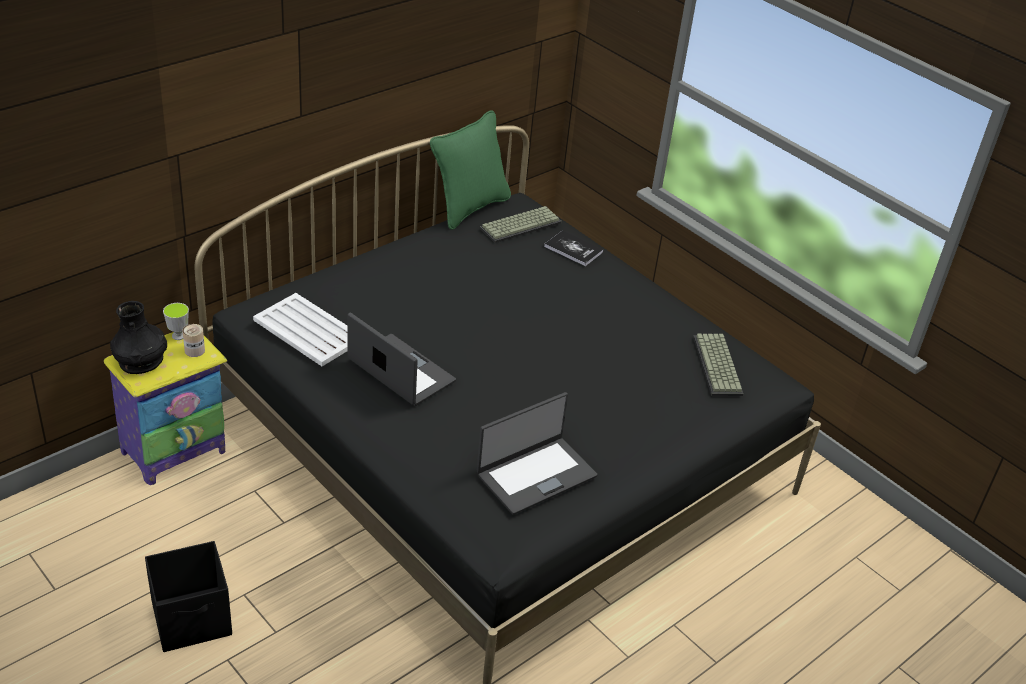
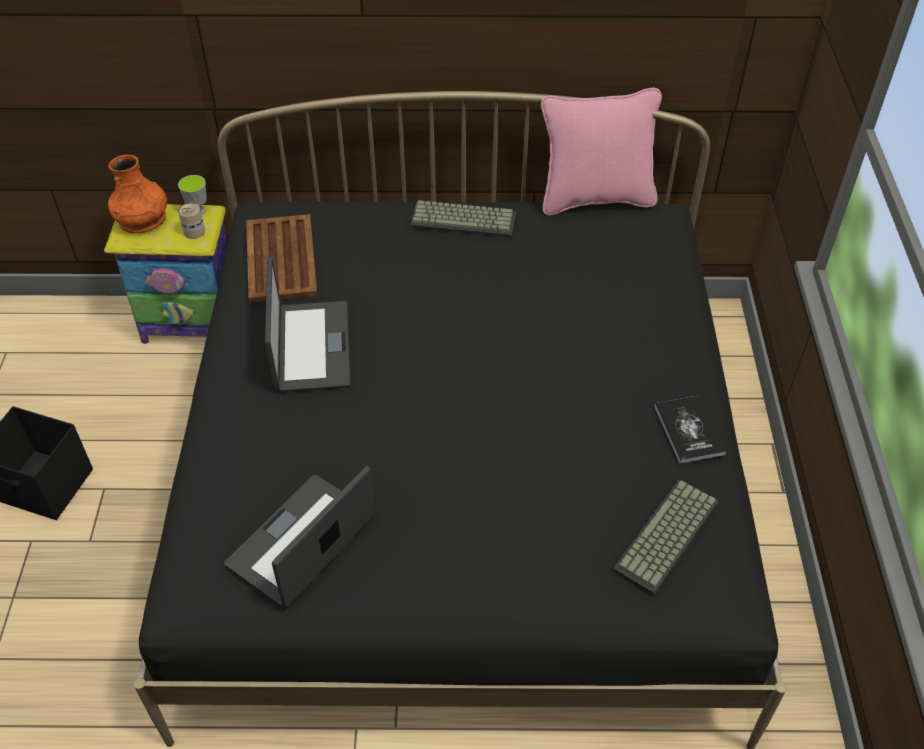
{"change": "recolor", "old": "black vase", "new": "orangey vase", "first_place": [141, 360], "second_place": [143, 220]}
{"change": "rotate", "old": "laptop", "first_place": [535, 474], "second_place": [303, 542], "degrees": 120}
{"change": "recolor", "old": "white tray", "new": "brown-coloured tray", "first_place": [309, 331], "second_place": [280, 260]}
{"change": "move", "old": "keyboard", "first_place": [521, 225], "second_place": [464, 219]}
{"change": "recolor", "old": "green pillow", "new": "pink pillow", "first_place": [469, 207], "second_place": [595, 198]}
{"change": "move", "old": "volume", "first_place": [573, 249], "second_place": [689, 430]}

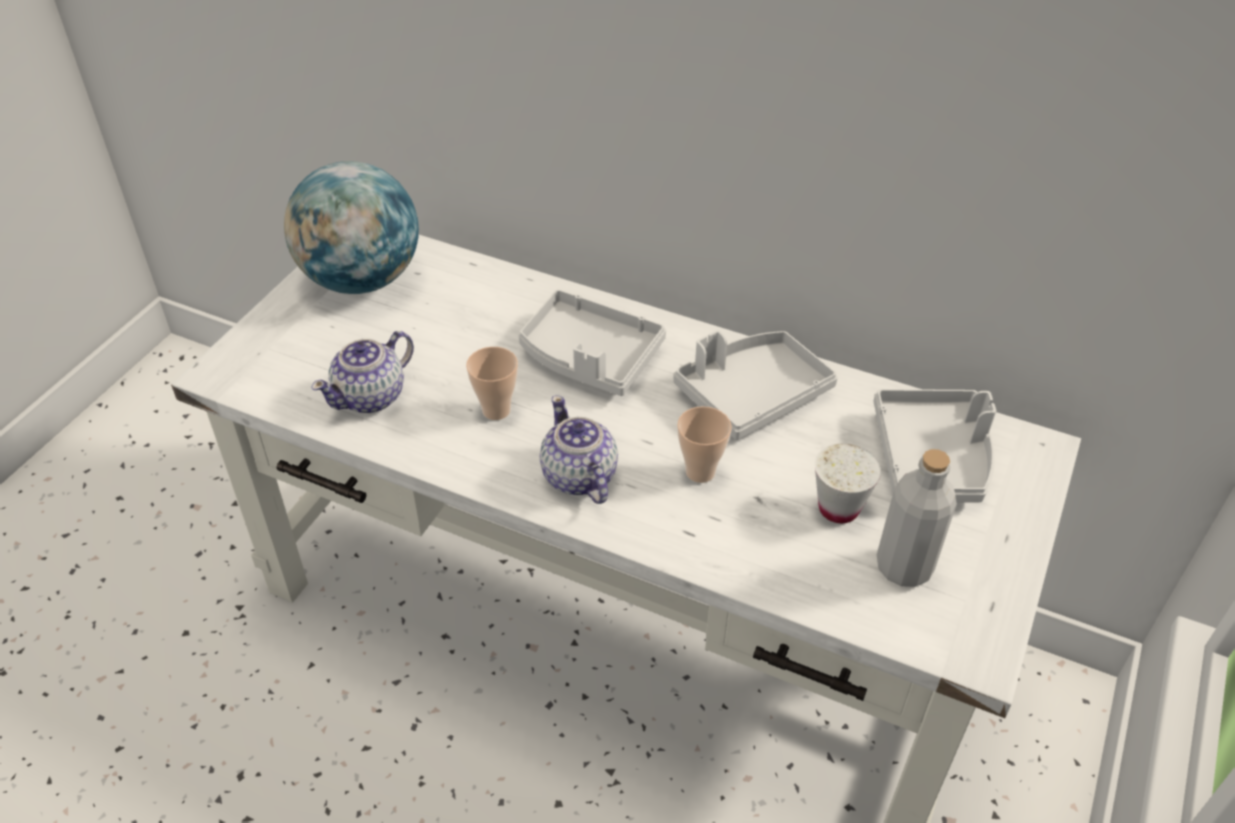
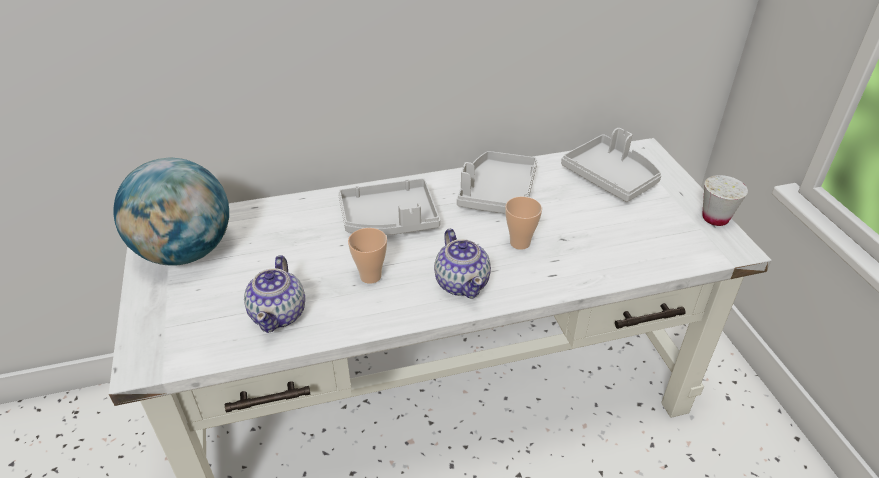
{"change": "rotate", "old": "teapot", "first_place": [578, 477], "second_place": [462, 283], "degrees": -135}
{"change": "move", "old": "white drinking cup", "first_place": [838, 508], "second_place": [715, 218]}
{"change": "delete", "old": "greyish drink bottle", "first_place": [904, 567]}

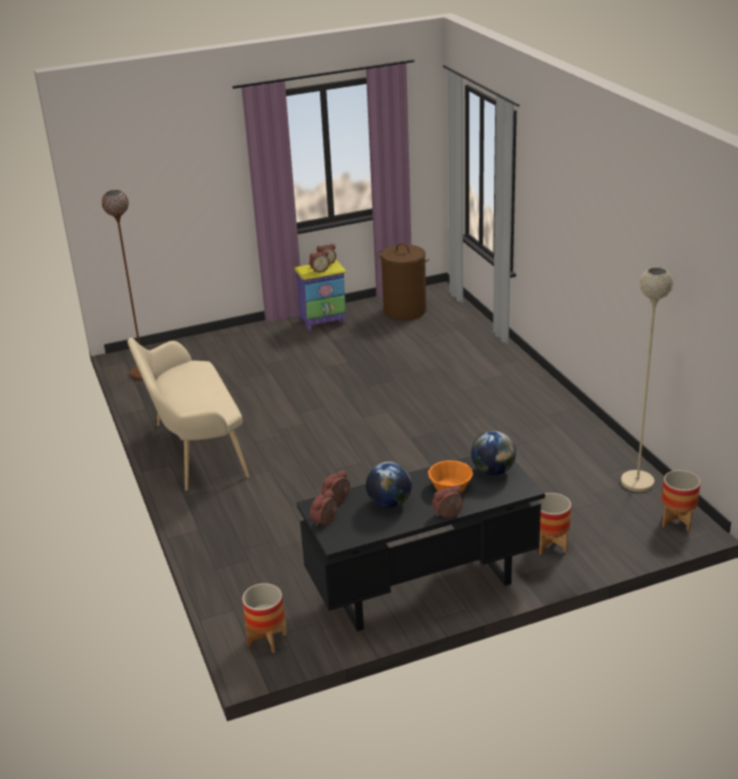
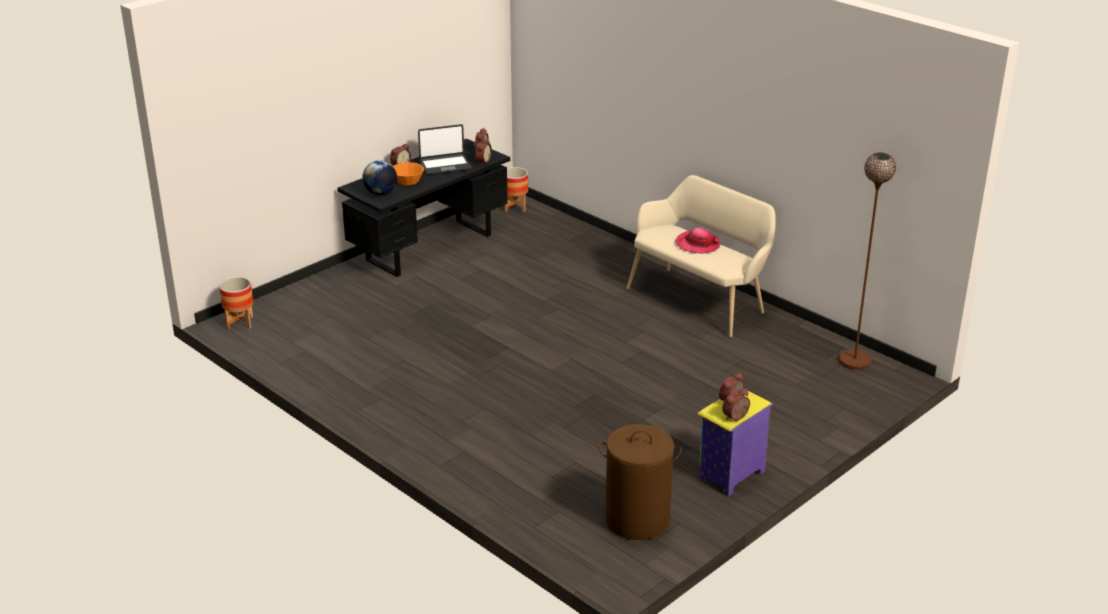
{"change": "replace", "old": "world globe", "new": "laptop", "first_place": [389, 503], "second_place": [445, 165]}
{"change": "insert", "new": "clothing hat", "second_place": [697, 244]}
{"change": "delete", "old": "flower pot", "first_place": [550, 545]}
{"change": "delete", "old": "sand-coloured standing lamp", "first_place": [637, 482]}

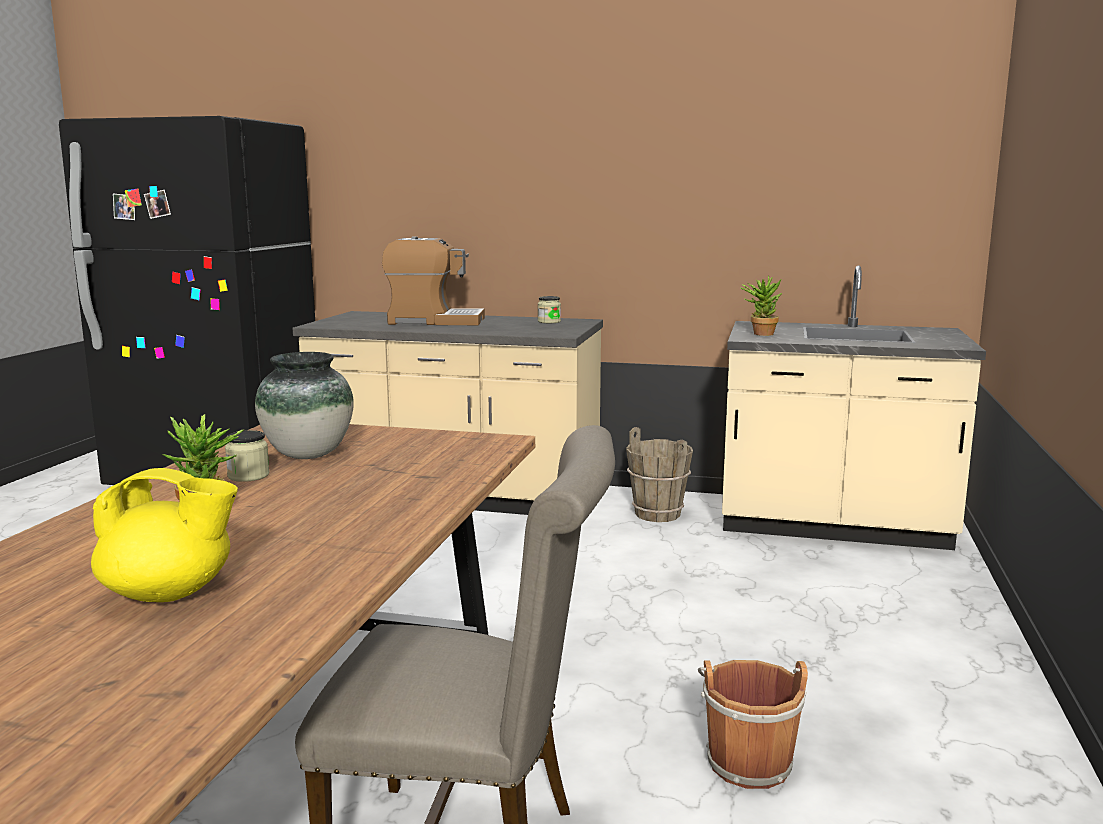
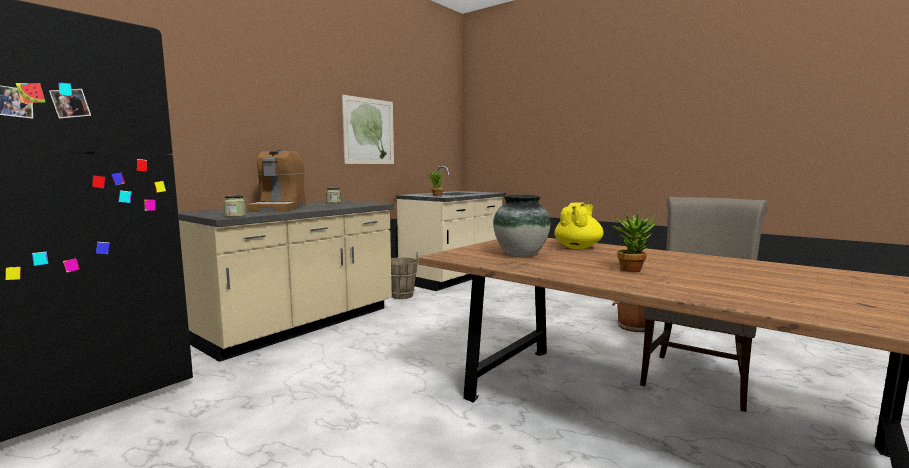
{"change": "move", "old": "storage jar", "first_place": [248, 476], "second_place": [235, 216]}
{"change": "rotate", "old": "coffee maker", "first_place": [434, 321], "second_place": [279, 208], "degrees": 150}
{"change": "insert", "new": "wall picture", "second_place": [369, 131]}
{"change": "move", "old": "yellowish teapot", "first_place": [169, 593], "second_place": [578, 247]}

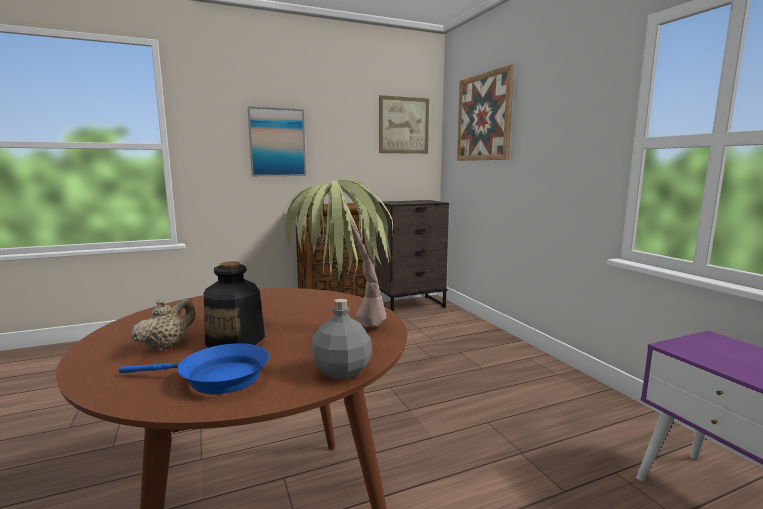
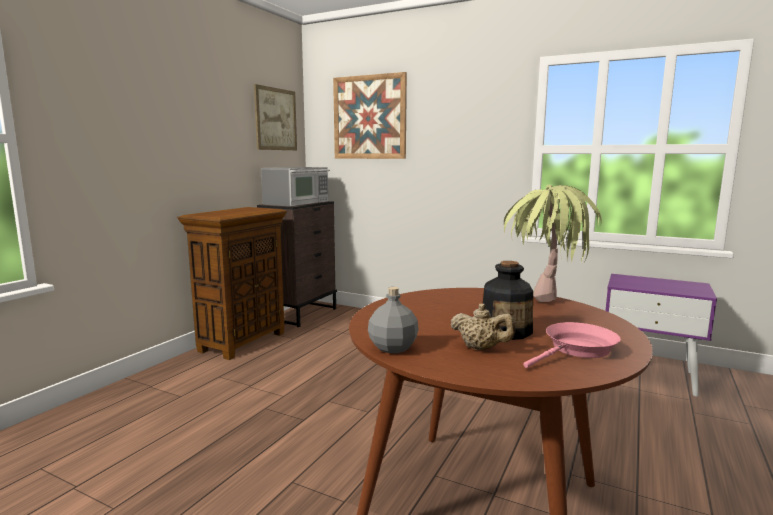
{"change": "insert", "new": "microwave oven", "second_place": [297, 203]}
{"change": "move", "old": "greyish drink bottle", "first_place": [341, 372], "second_place": [392, 348]}
{"change": "rotate", "old": "sand-coloured teapot", "first_place": [167, 346], "second_place": [481, 348], "degrees": 135}
{"change": "recolor", "old": "blue frying pan", "new": "pink frying pan", "first_place": [216, 378], "second_place": [577, 350]}
{"change": "delete", "old": "wall picture", "first_place": [277, 142]}

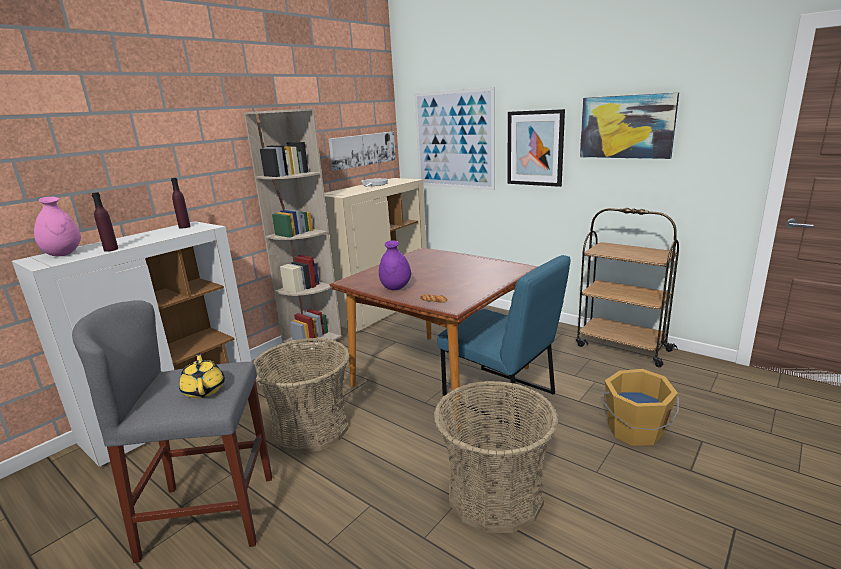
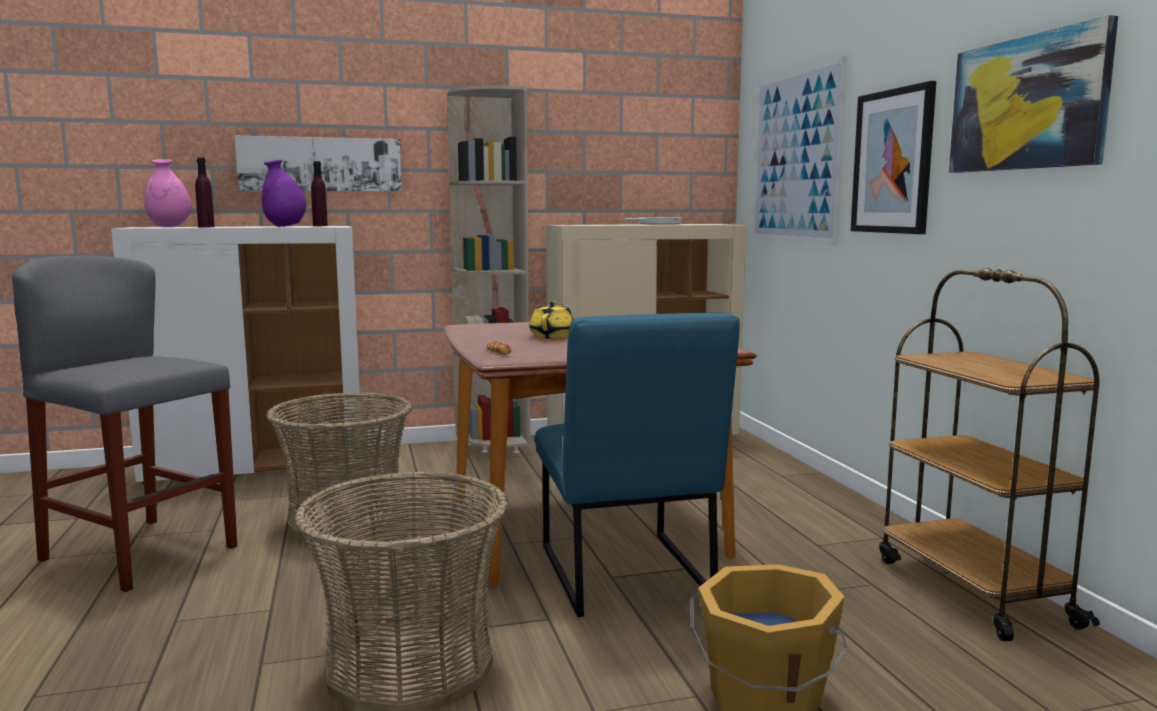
{"change": "move", "old": "wall picture", "first_place": [363, 150], "second_place": [320, 164]}
{"change": "move", "old": "purple-coloured vase", "first_place": [395, 288], "second_place": [285, 226]}
{"change": "move", "old": "yellowish teapot", "first_place": [204, 389], "second_place": [553, 336]}

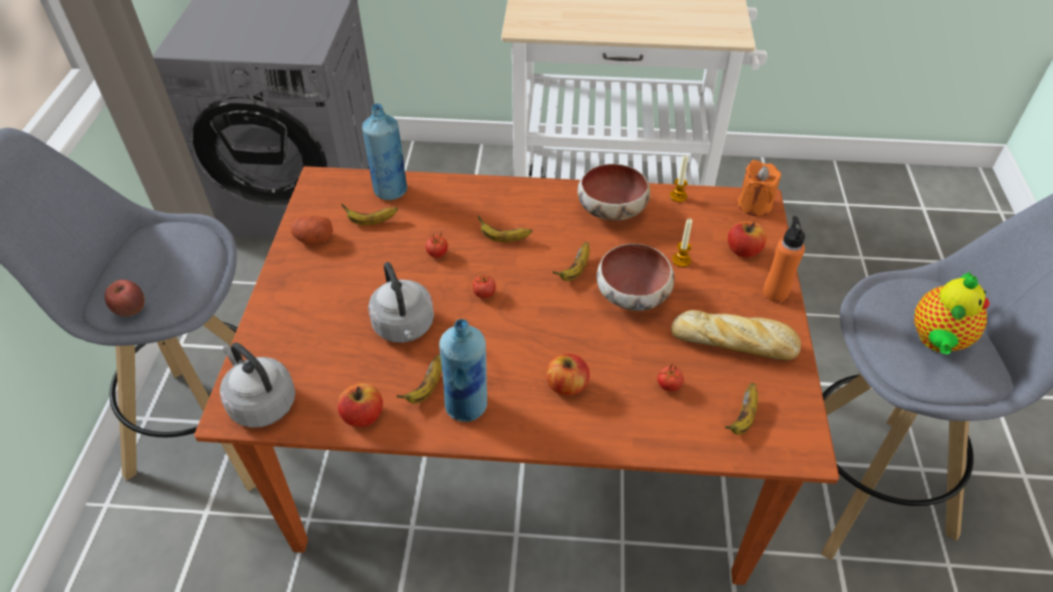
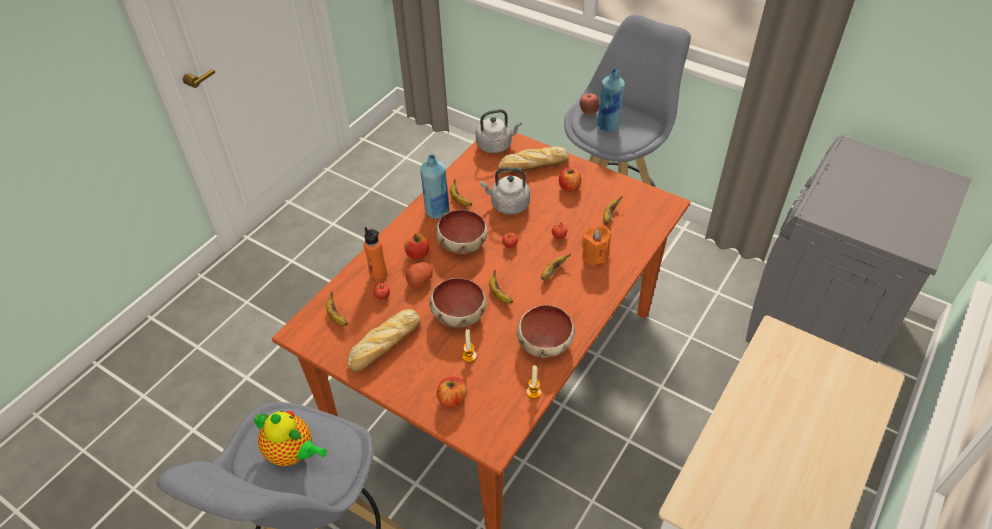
{"change": "rotate", "old": "teapot", "first_place": [937, 341], "second_place": [293, 453], "degrees": 150}
{"change": "move", "old": "orangey drink bottle", "first_place": [775, 293], "second_place": [378, 274]}
{"change": "move", "old": "potato", "first_place": [313, 238], "second_place": [419, 280]}
{"change": "insert", "new": "serving bowl", "second_place": [461, 243]}
{"change": "insert", "new": "bread", "second_place": [532, 166]}
{"change": "move", "old": "whole apple", "first_place": [363, 416], "second_place": [569, 187]}
{"change": "move", "old": "orangey wax light", "first_place": [754, 204], "second_place": [595, 256]}
{"change": "move", "old": "blue drink bottle", "first_place": [390, 190], "second_place": [608, 126]}

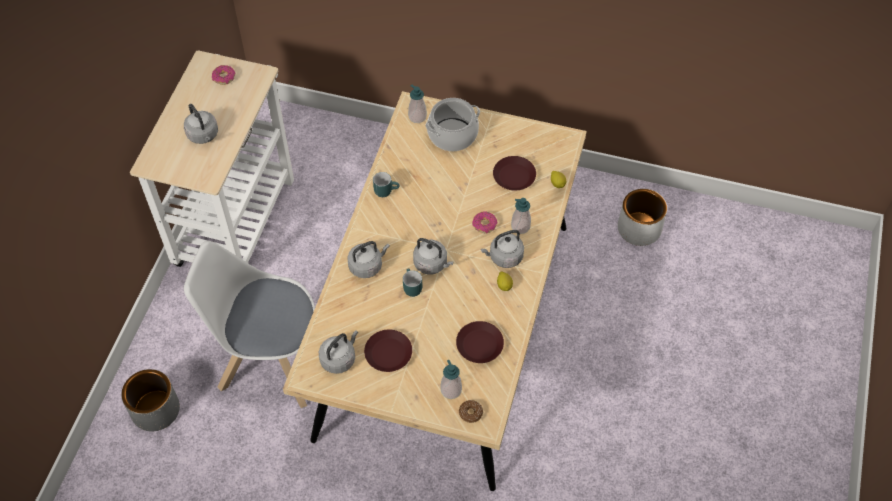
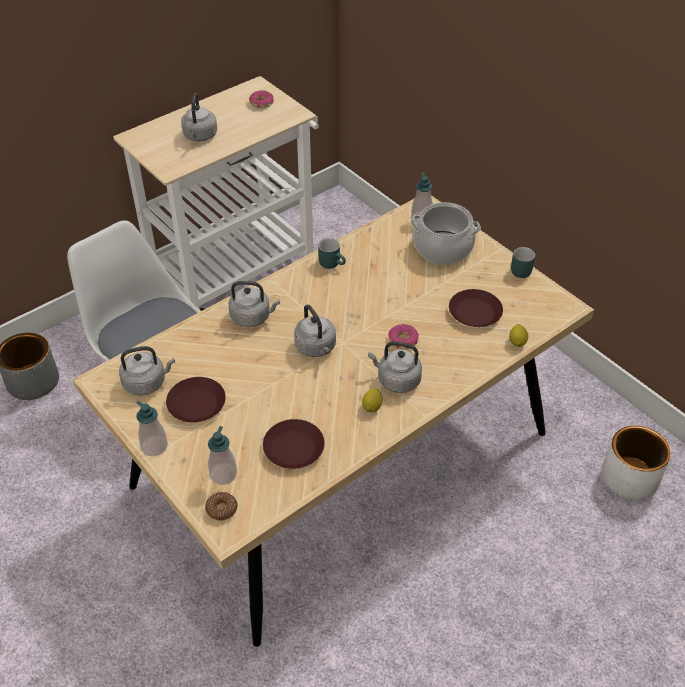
{"change": "move", "old": "liquid soap bottle", "first_place": [520, 226], "second_place": [154, 446]}
{"change": "move", "old": "blue-green mug", "first_place": [410, 287], "second_place": [520, 269]}

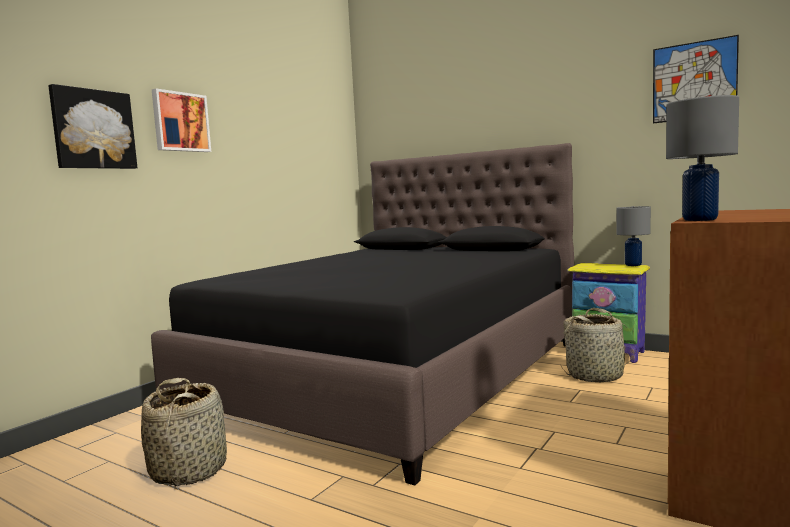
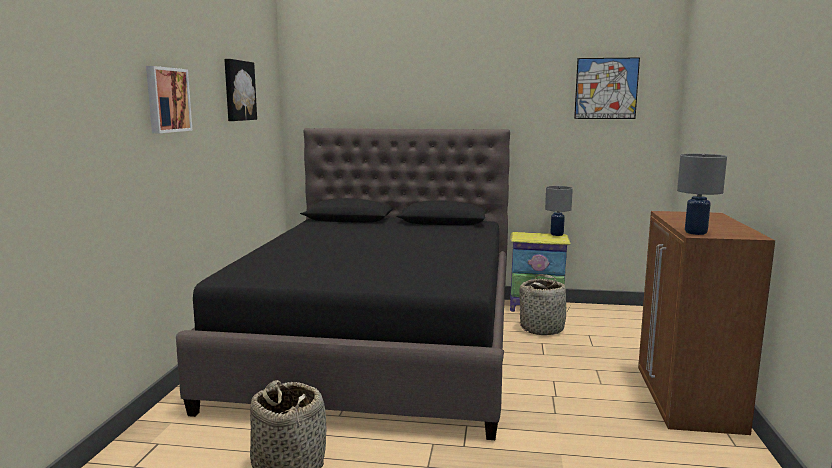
{"change": "move", "old": "wall picture", "first_place": [93, 129], "second_place": [238, 90]}

